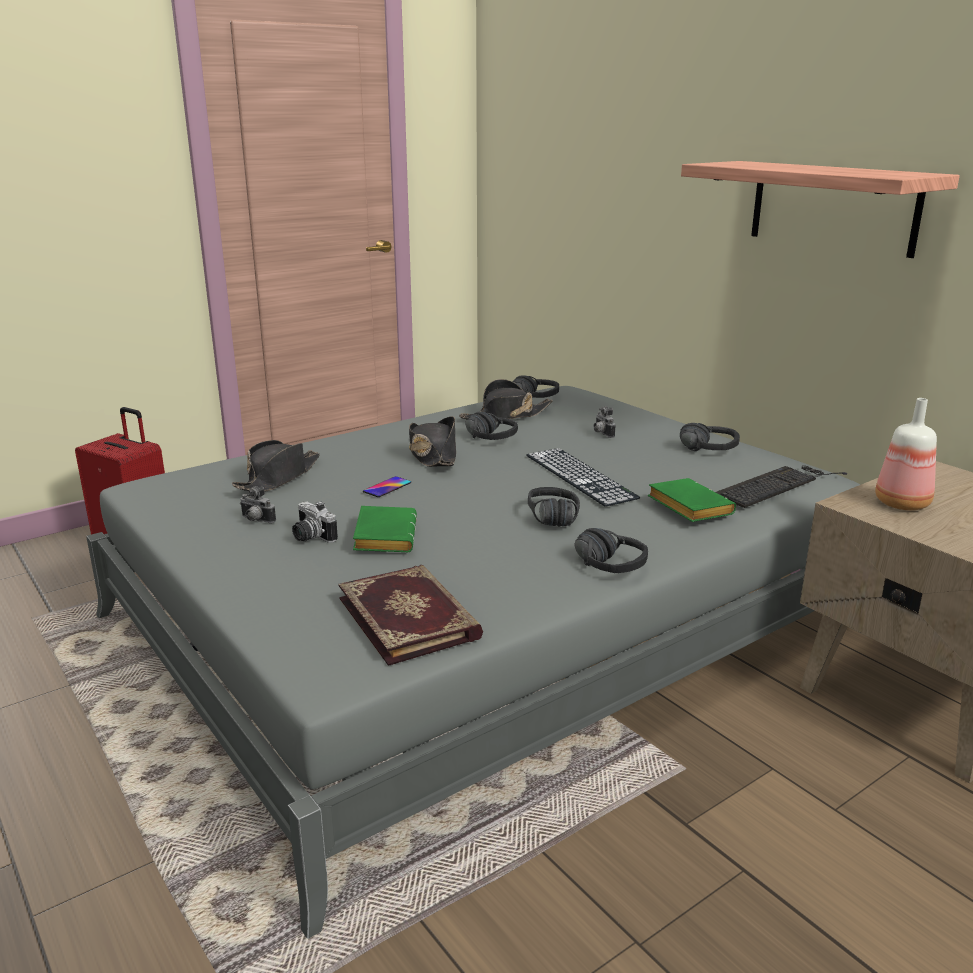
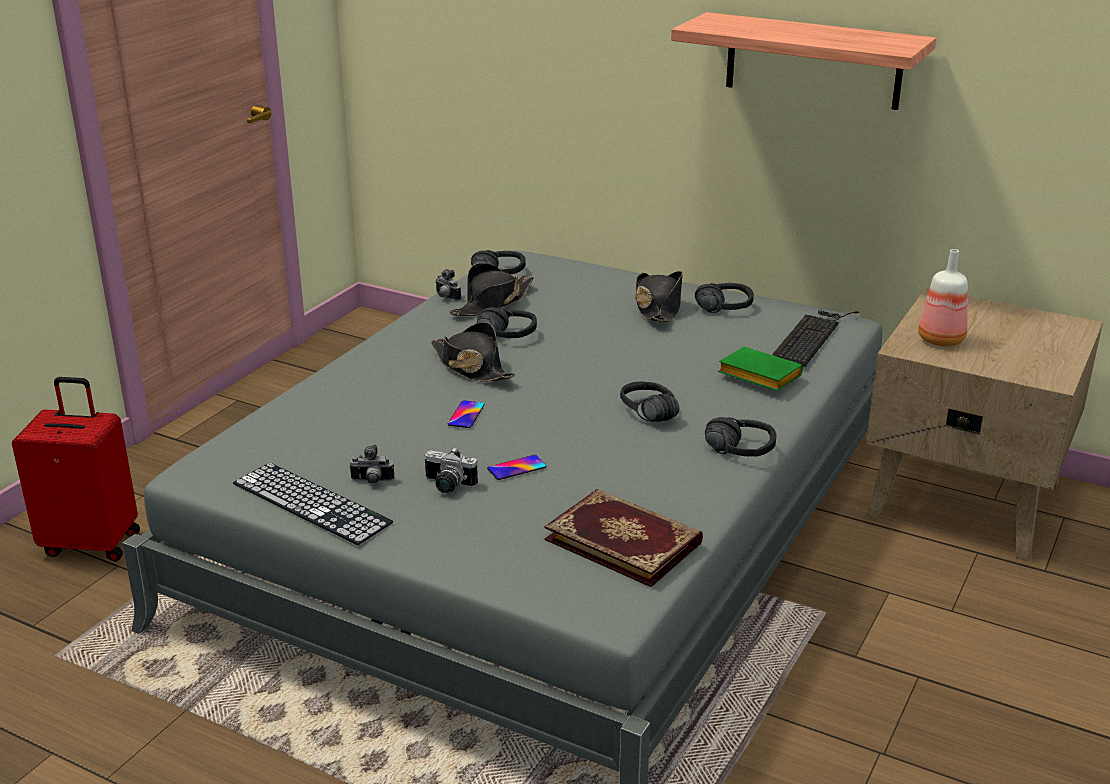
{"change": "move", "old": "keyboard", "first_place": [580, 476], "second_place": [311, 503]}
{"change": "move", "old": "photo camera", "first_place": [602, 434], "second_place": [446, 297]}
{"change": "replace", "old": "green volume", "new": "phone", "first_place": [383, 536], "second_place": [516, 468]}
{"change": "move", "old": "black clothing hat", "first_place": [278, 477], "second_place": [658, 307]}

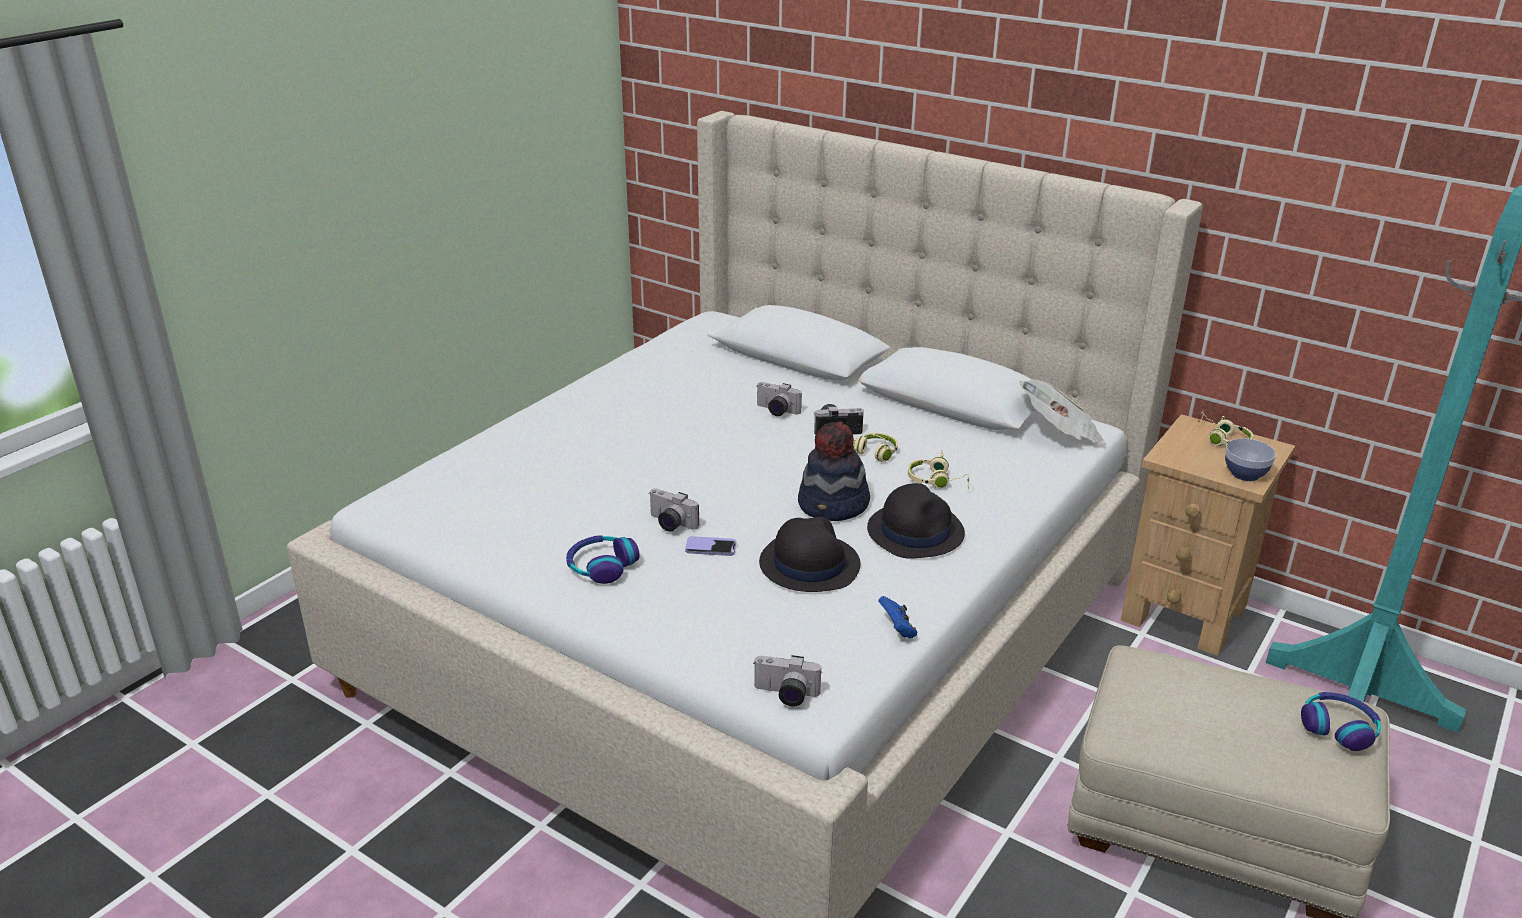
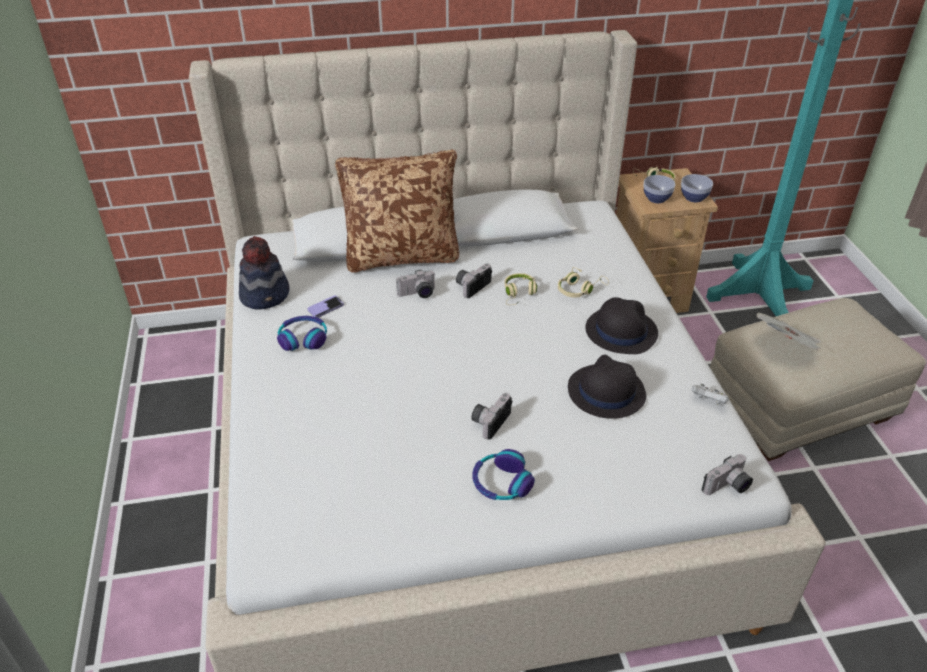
{"change": "move", "old": "clothing hat", "first_place": [834, 505], "second_place": [265, 295]}
{"change": "move", "old": "headset", "first_place": [1338, 728], "second_place": [303, 339]}
{"change": "move", "old": "phone", "first_place": [710, 548], "second_place": [325, 307]}
{"change": "insert", "new": "brown-coloured pillow", "second_place": [403, 259]}
{"change": "rotate", "old": "photo camera", "first_place": [670, 524], "second_place": [490, 421], "degrees": 135}
{"change": "insert", "new": "serving bowl", "second_place": [656, 198]}
{"change": "recolor", "old": "blue joypad", "new": "white joypad", "first_place": [898, 629], "second_place": [708, 401]}
{"change": "move", "old": "printed paper", "first_place": [1060, 433], "second_place": [787, 346]}

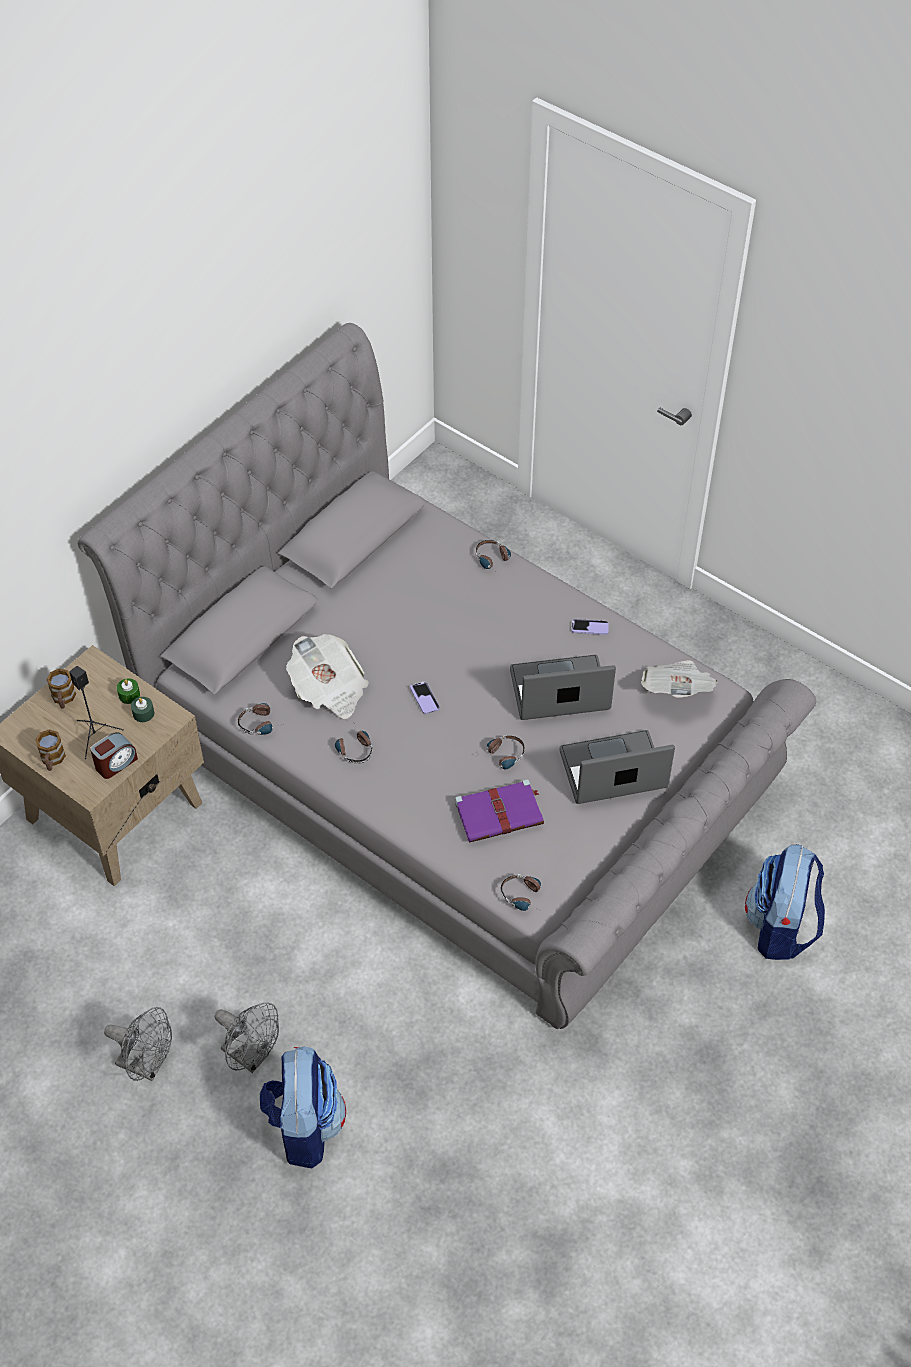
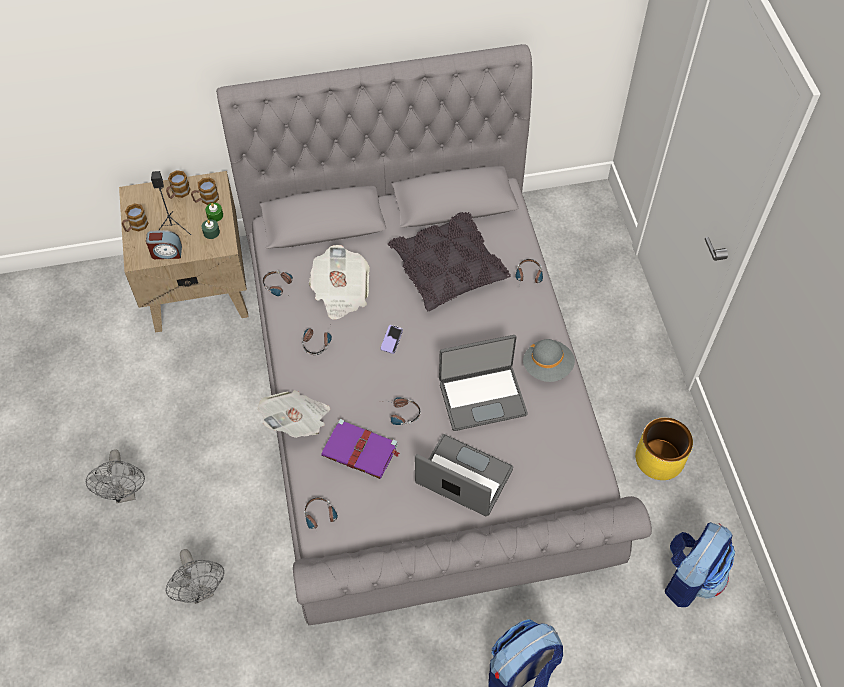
{"change": "move", "old": "greyish fan", "first_place": [147, 1065], "second_place": [201, 590]}
{"change": "insert", "new": "mug", "second_place": [206, 199]}
{"change": "move", "old": "printed paper", "first_place": [676, 691], "second_place": [297, 422]}
{"change": "insert", "new": "black pillow", "second_place": [448, 269]}
{"change": "rotate", "old": "laptop", "first_place": [559, 692], "second_place": [482, 397], "degrees": 135}
{"change": "replace", "old": "phone", "new": "greyish clothing hat", "first_place": [589, 628], "second_place": [547, 367]}
{"change": "insert", "new": "yellowish flower pot", "second_place": [659, 458]}
{"change": "move", "old": "knapsack", "first_place": [304, 1126], "second_place": [689, 576]}

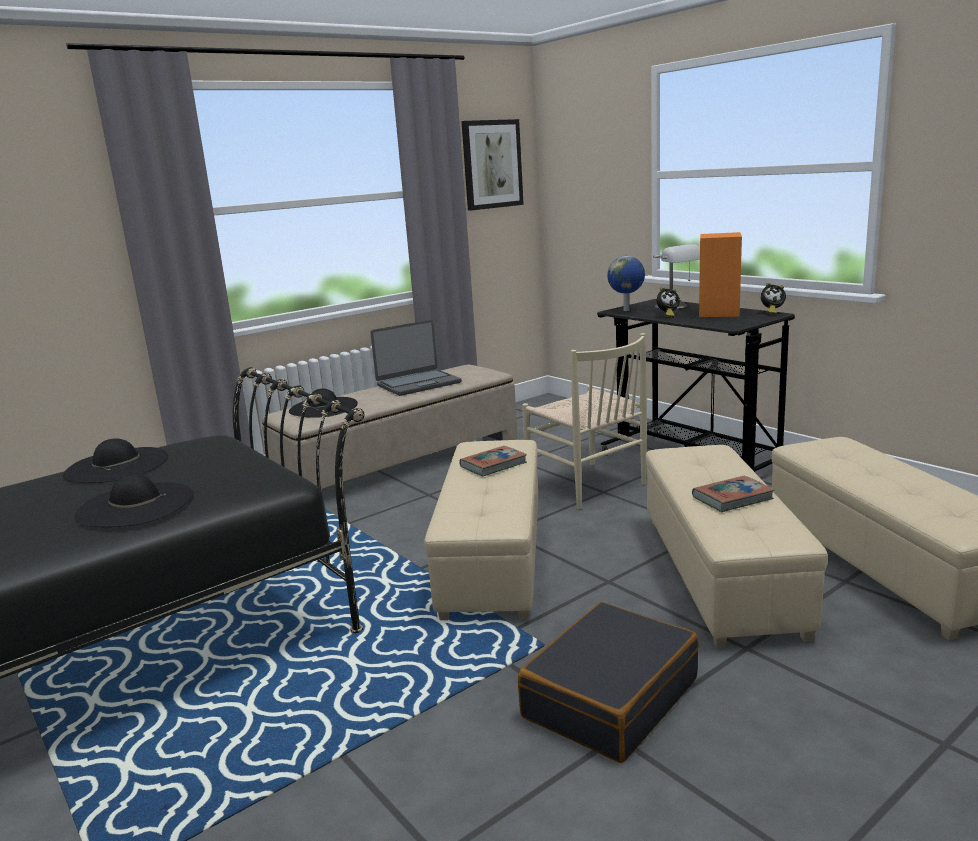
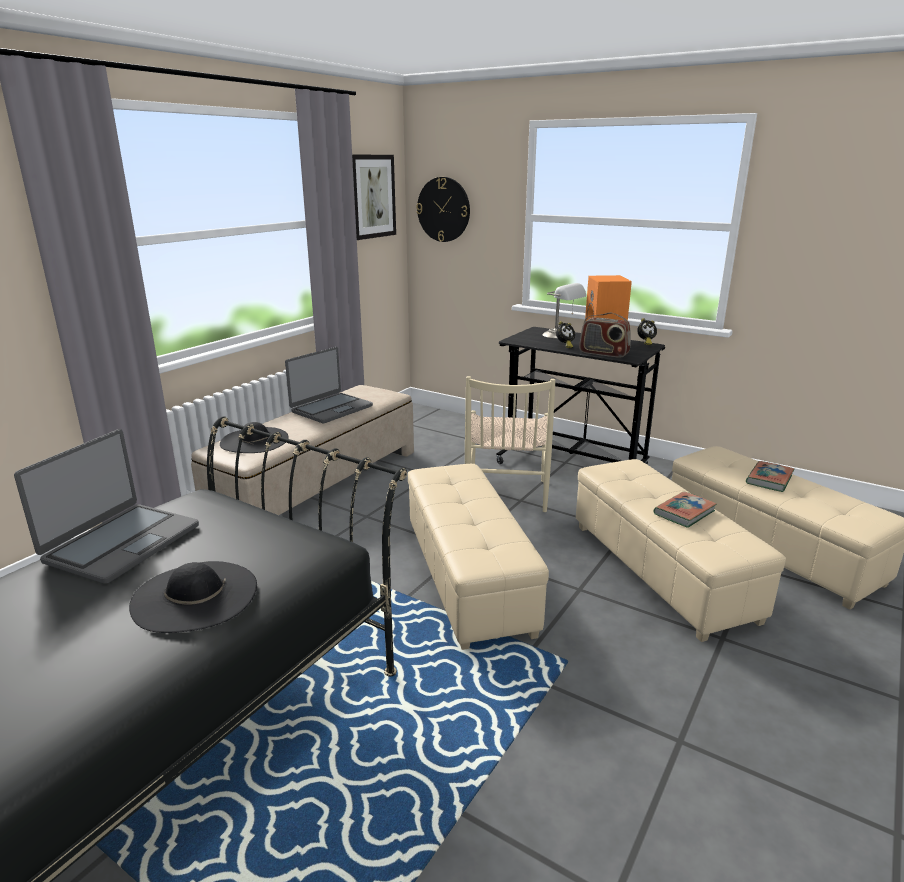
{"change": "replace", "old": "black clothing hat", "new": "laptop", "first_place": [117, 465], "second_place": [121, 543]}
{"change": "insert", "new": "clock on the wall", "second_place": [443, 209]}
{"change": "rotate", "old": "sand-coloured chair", "first_place": [589, 487], "second_place": [506, 496], "degrees": 60}
{"change": "insert", "new": "radio", "second_place": [603, 353]}
{"change": "move", "old": "volume", "first_place": [493, 465], "second_place": [769, 479]}
{"change": "delete", "old": "black piece of luggage", "first_place": [609, 698]}
{"change": "delete", "old": "world globe", "first_place": [627, 310]}

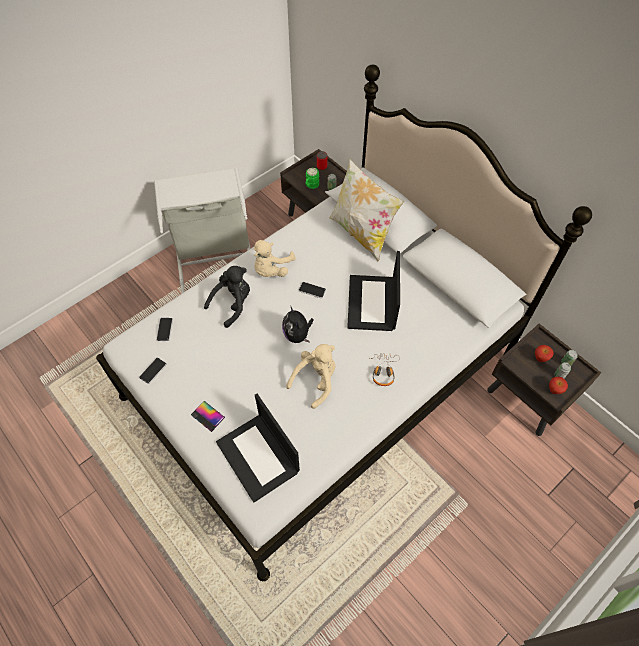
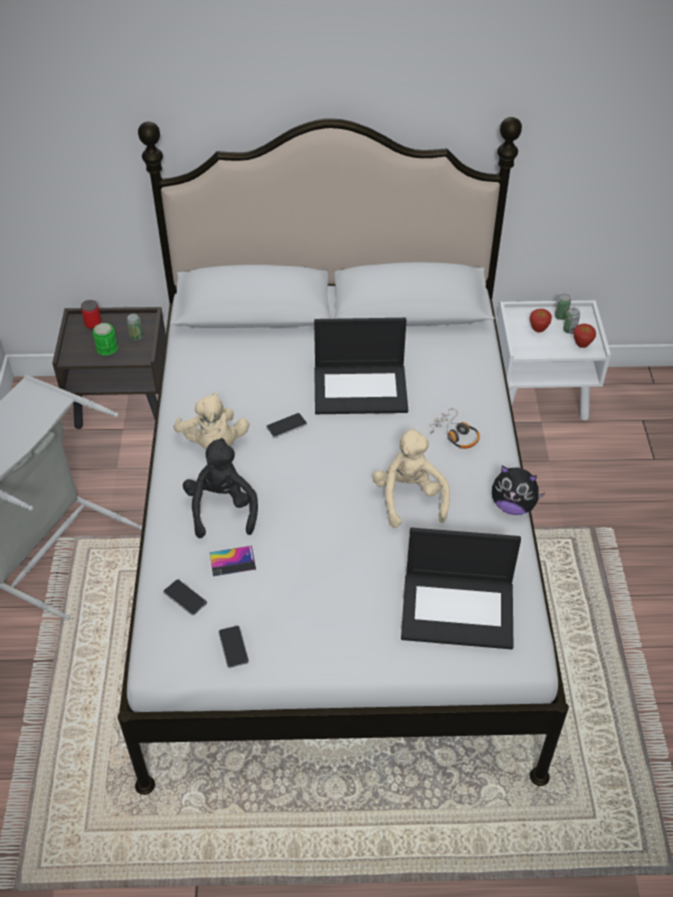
{"change": "move", "old": "phone", "first_place": [207, 416], "second_place": [232, 561]}
{"change": "rotate", "old": "laptop", "first_place": [372, 303], "second_place": [361, 389], "degrees": -45}
{"change": "move", "old": "soft toy", "first_place": [297, 335], "second_place": [513, 505]}
{"change": "recolor", "old": "brown-coloured night table", "new": "white night table", "first_place": [527, 399], "second_place": [540, 398]}
{"change": "delete", "old": "pillow", "first_place": [361, 233]}

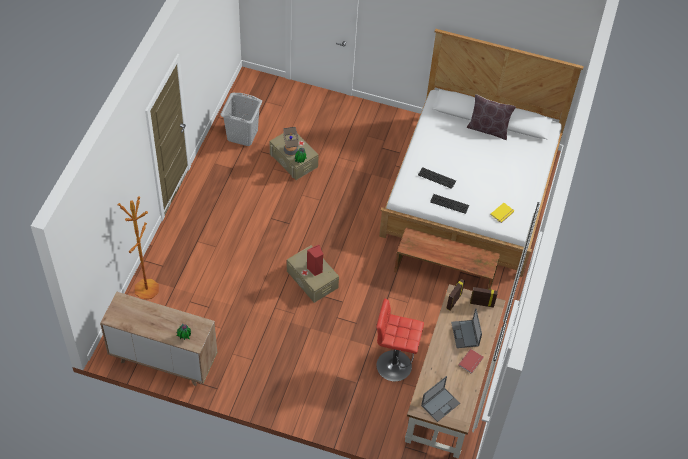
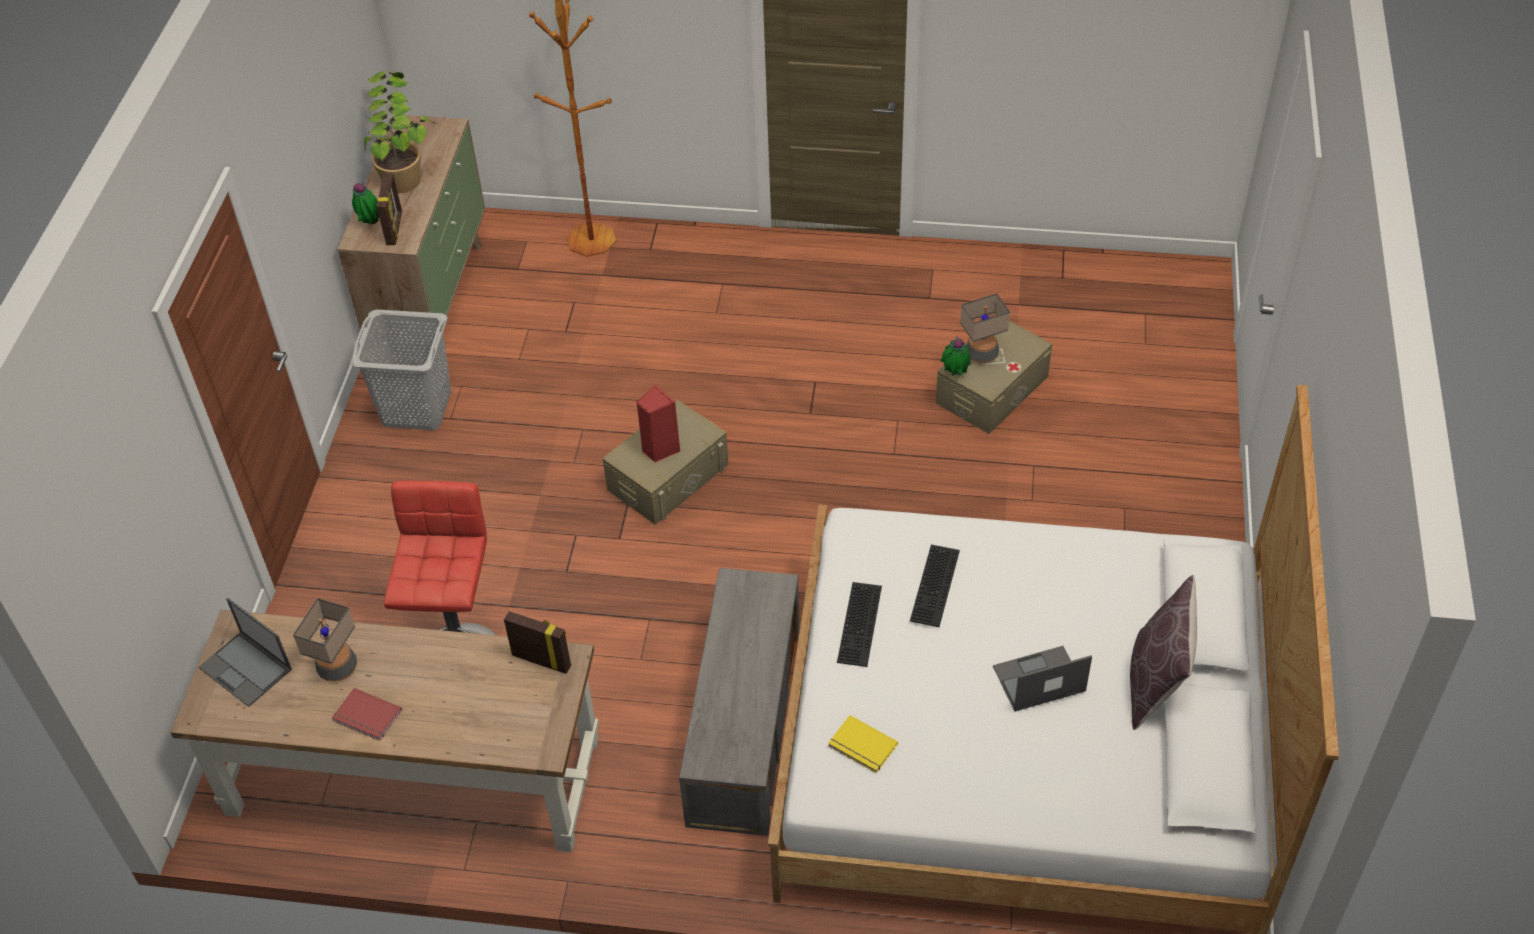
{"change": "insert", "new": "table lamp", "second_place": [337, 667]}
{"change": "move", "old": "greyish washing basket", "first_place": [242, 135], "second_place": [416, 407]}
{"change": "insert", "new": "houseplant", "second_place": [405, 169]}
{"change": "move", "old": "standing frame", "first_place": [482, 303], "second_place": [395, 229]}
{"change": "recolor", "old": "brown-coloured indoor bench", "new": "greyish indoor bench", "first_place": [445, 272], "second_place": [746, 724]}
{"change": "move", "old": "laptop", "first_place": [465, 334], "second_place": [1038, 680]}

